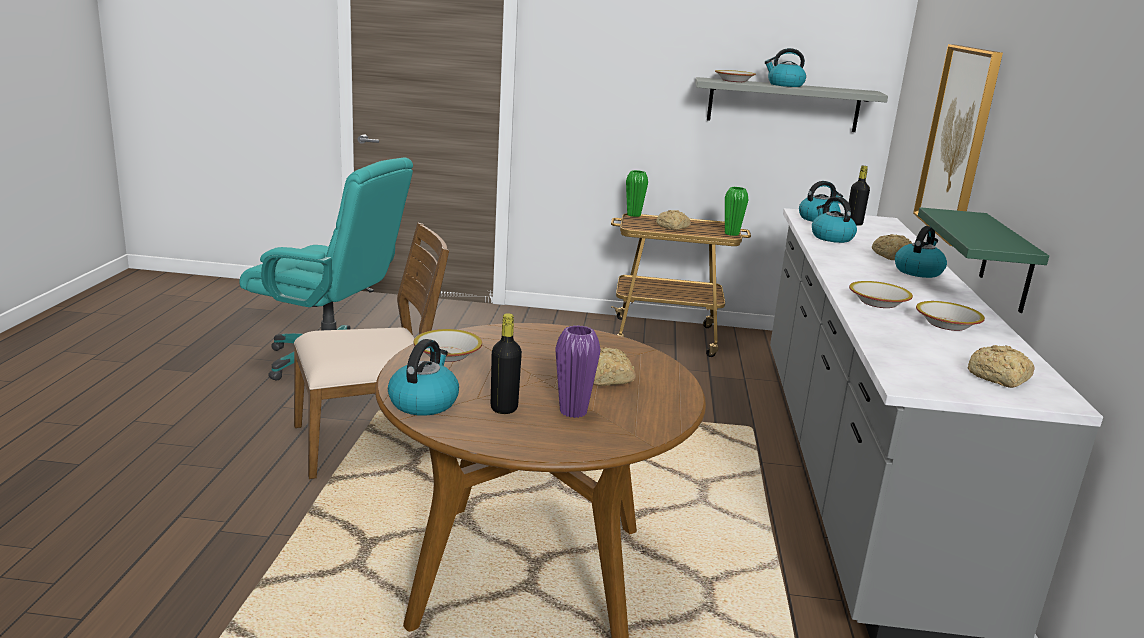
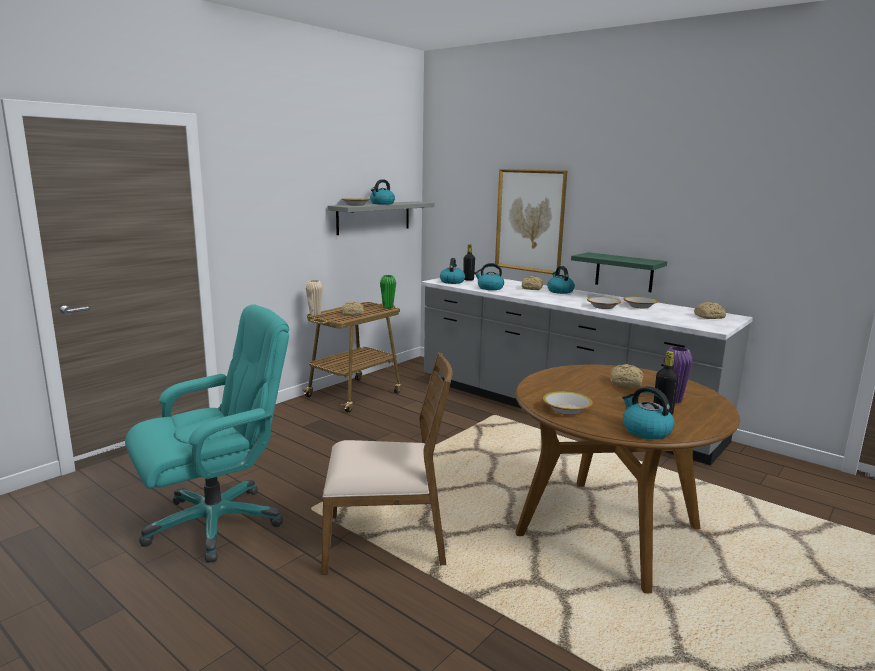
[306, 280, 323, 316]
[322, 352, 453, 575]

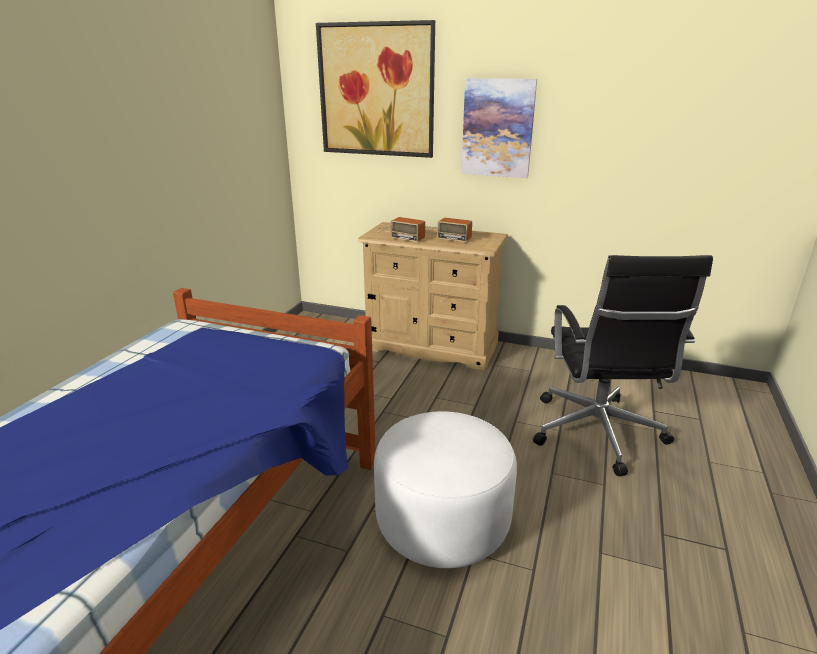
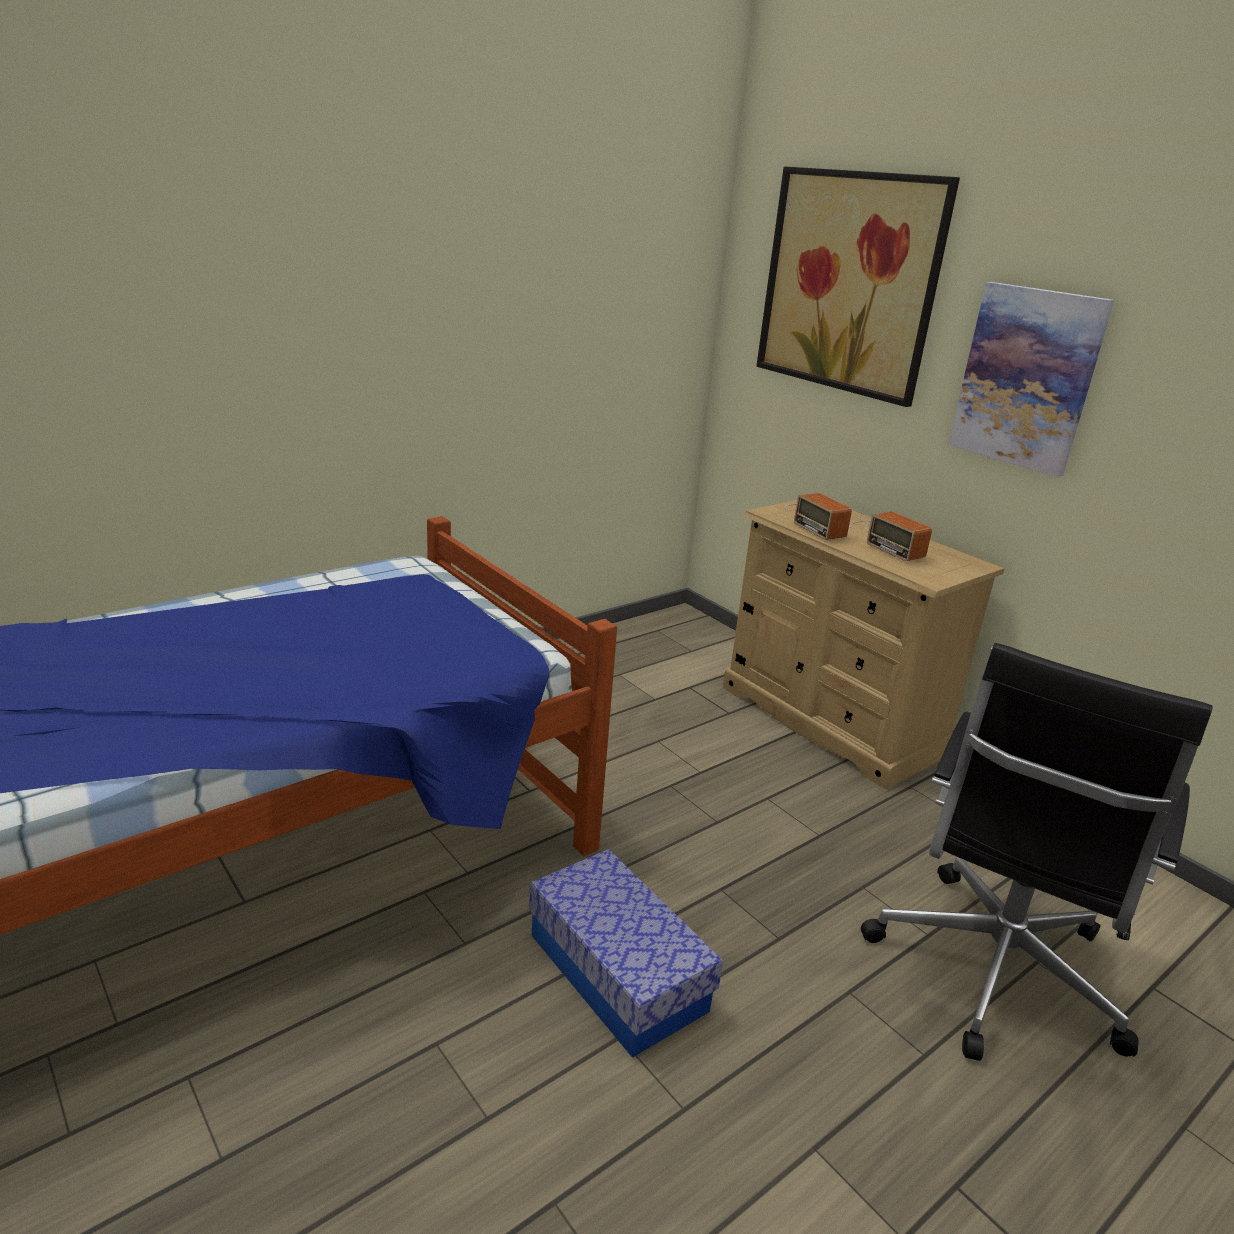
[529, 849, 723, 1058]

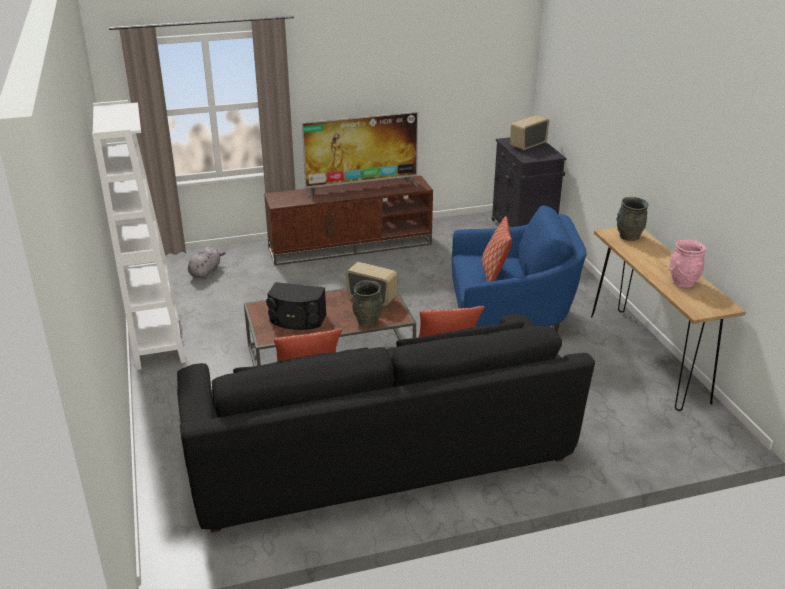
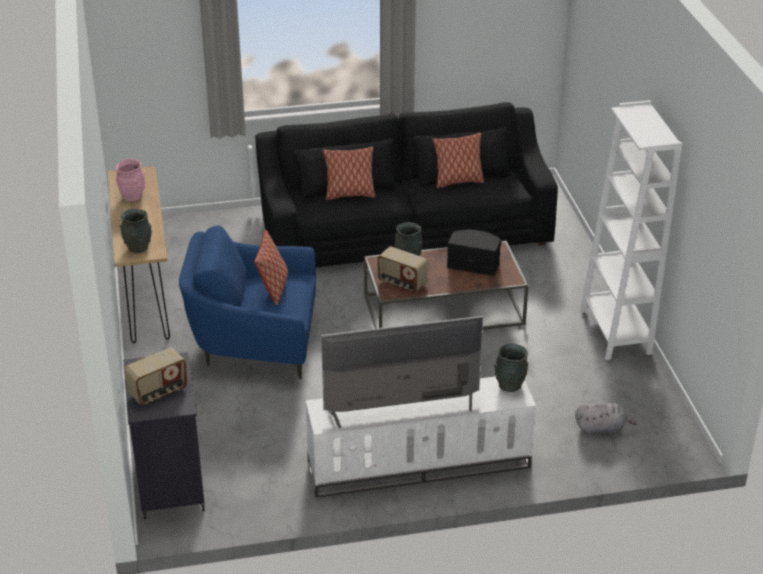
[305, 376, 536, 498]
[575, 402, 637, 435]
[494, 343, 529, 392]

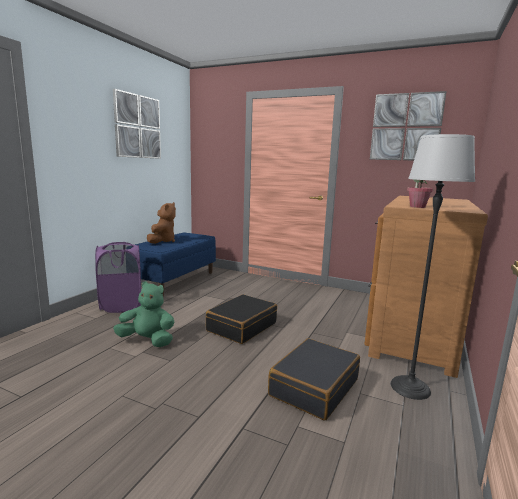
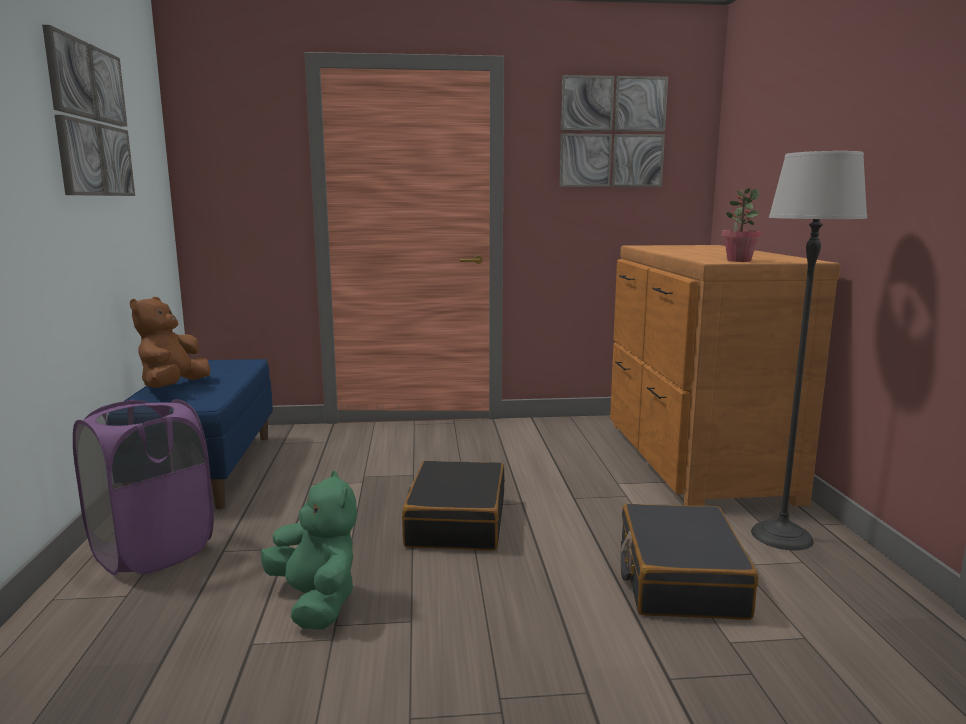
[130, 297, 210, 388]
[261, 470, 357, 630]

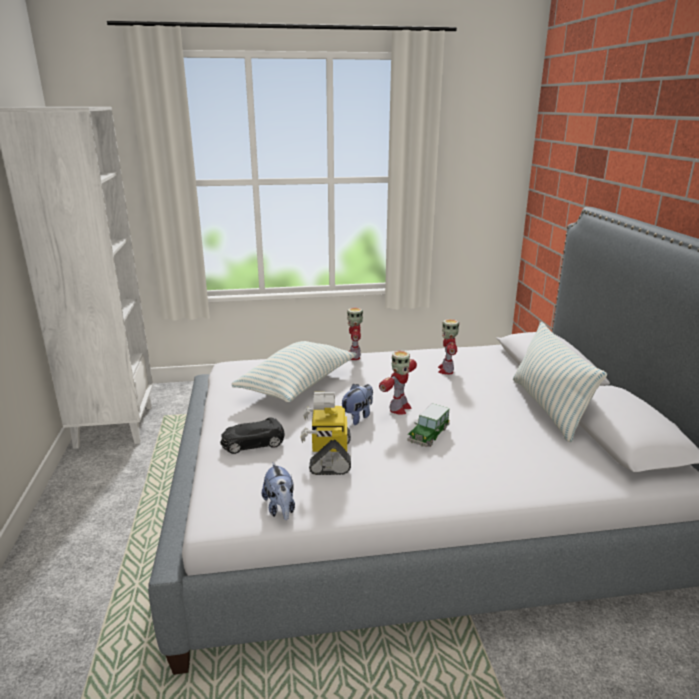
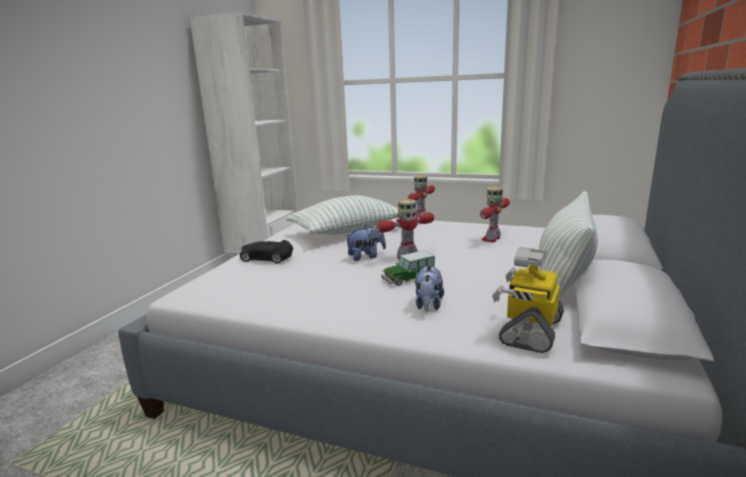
[492, 247, 564, 353]
[415, 264, 444, 312]

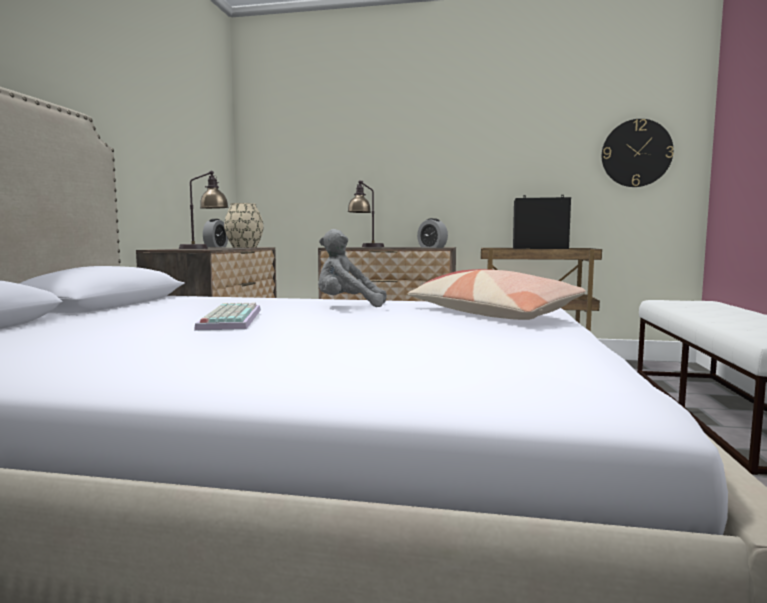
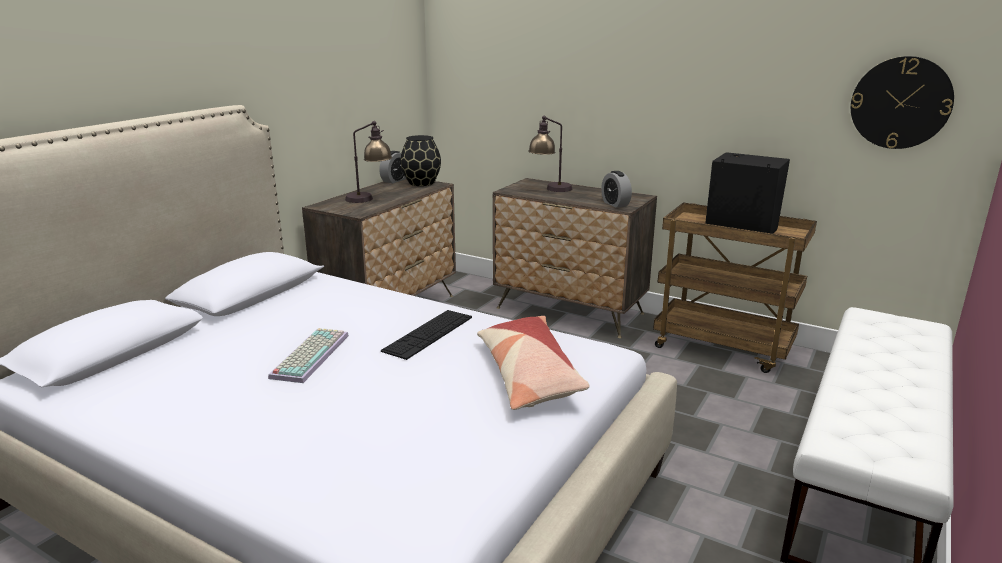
[400, 135, 441, 186]
[381, 310, 472, 360]

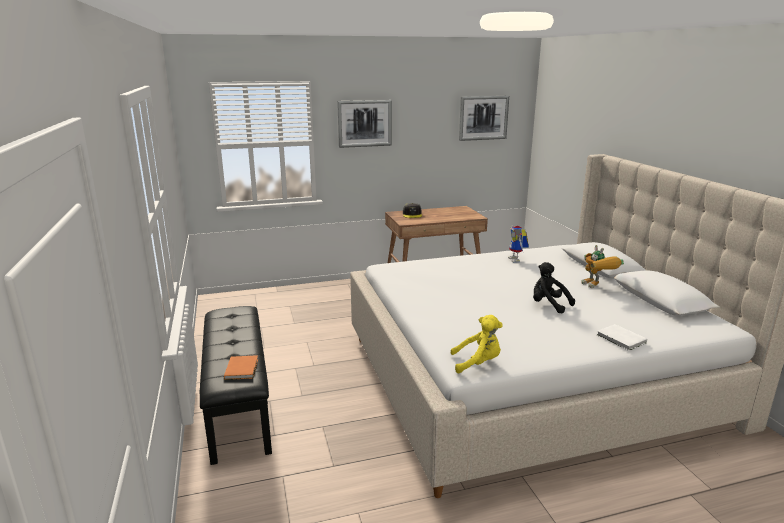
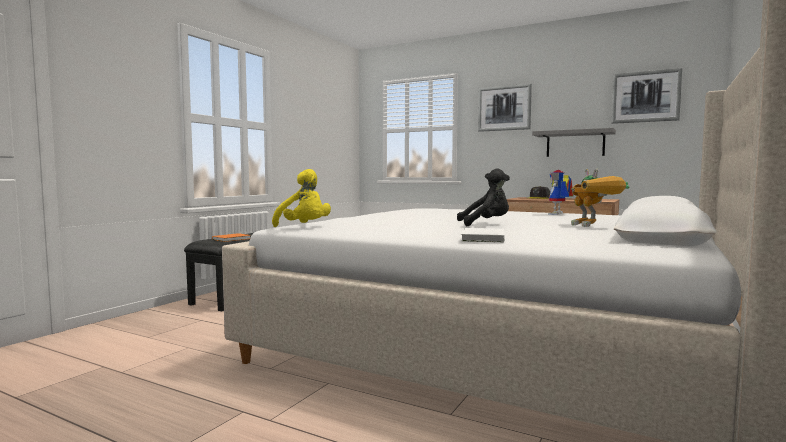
[571, 169, 629, 227]
[457, 168, 510, 226]
[532, 128, 616, 157]

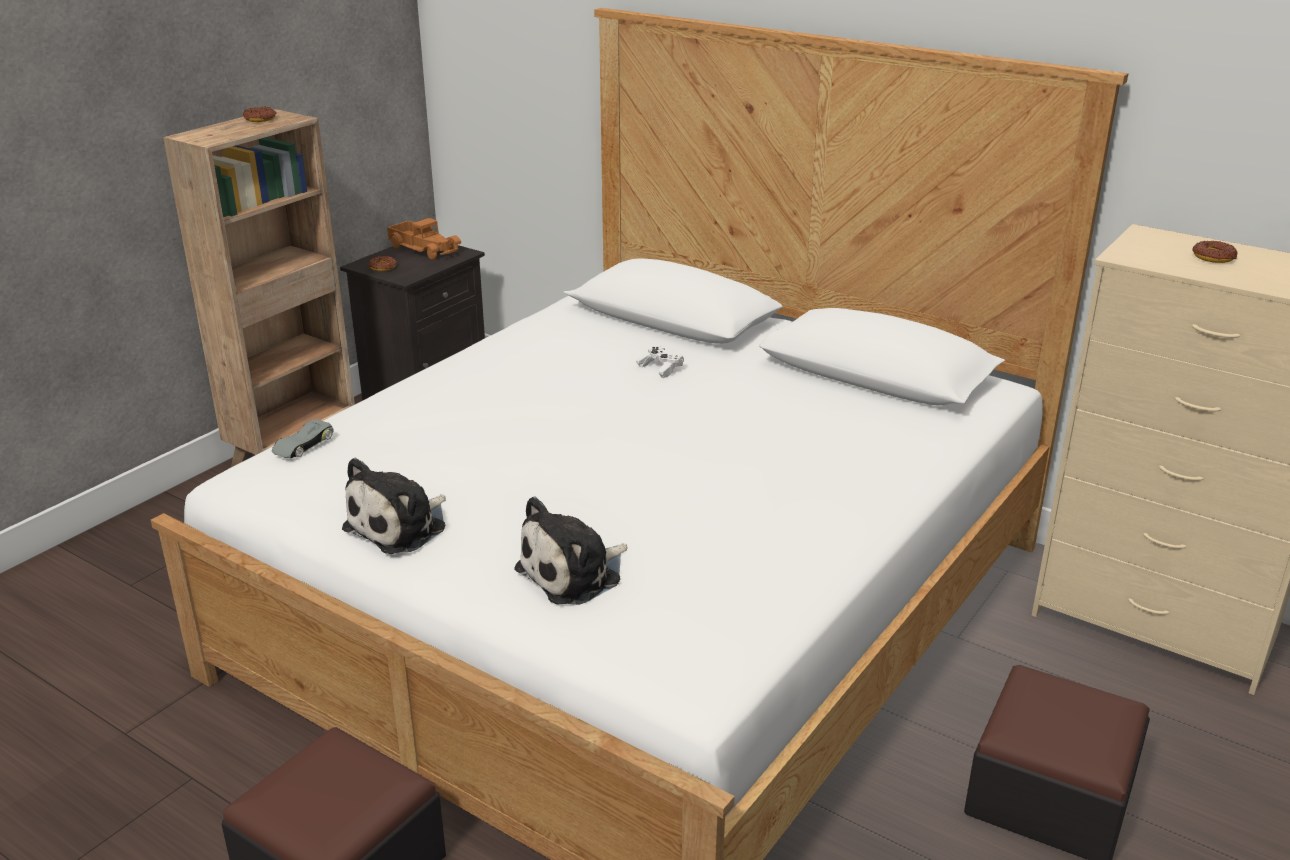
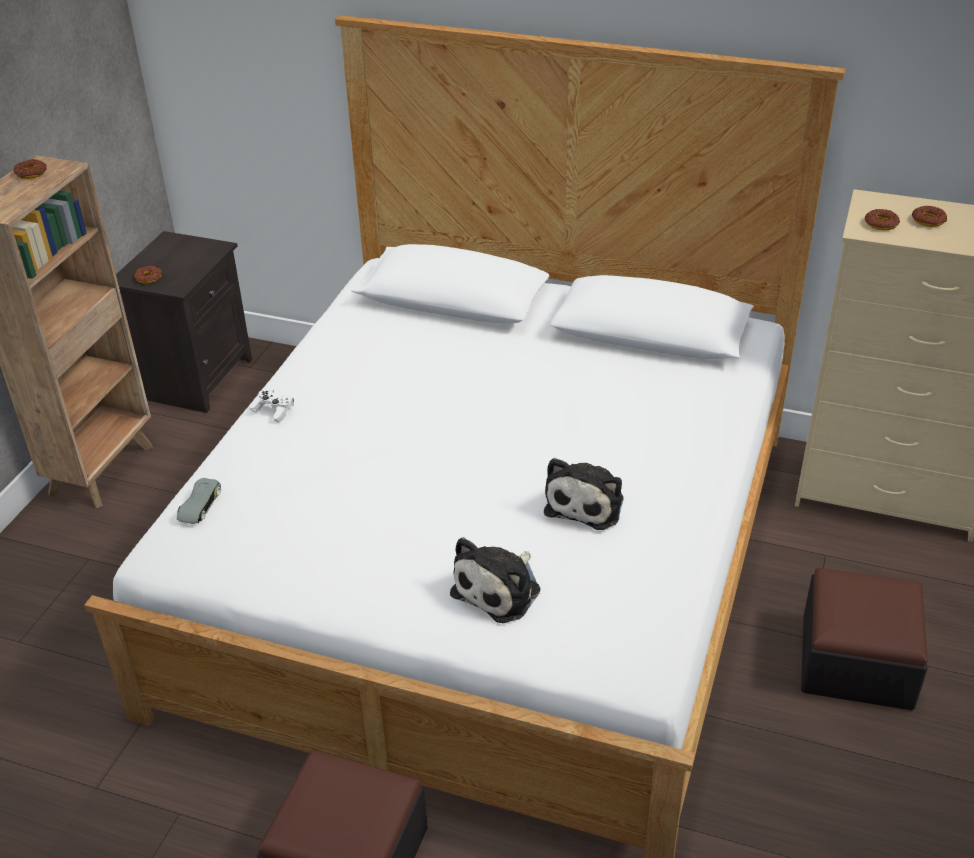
[387, 218, 461, 260] (first image)
[250, 388, 294, 423]
[544, 458, 624, 530]
[865, 209, 900, 230]

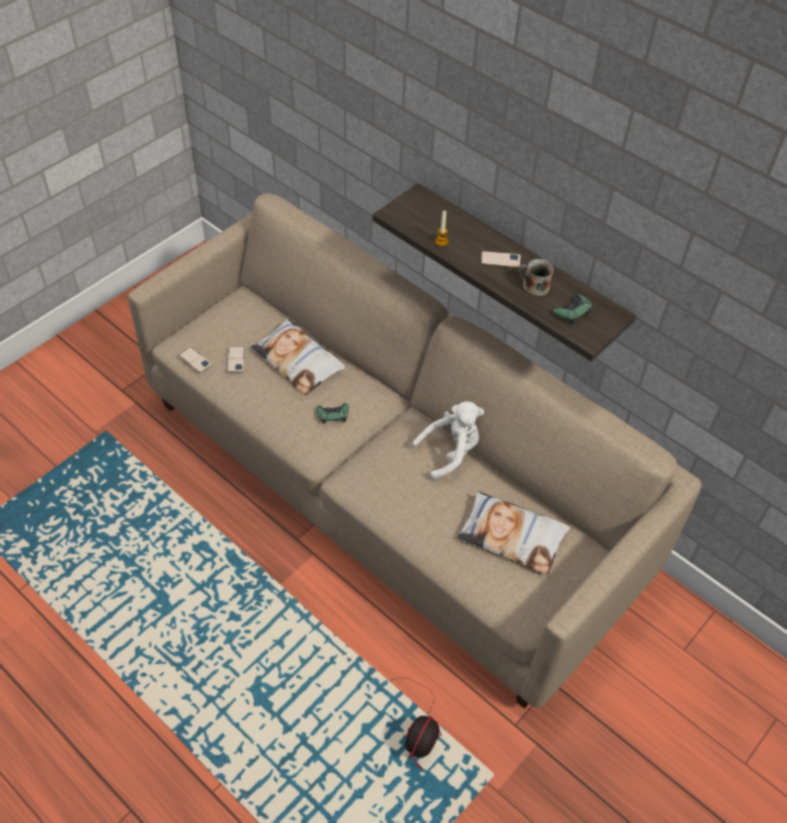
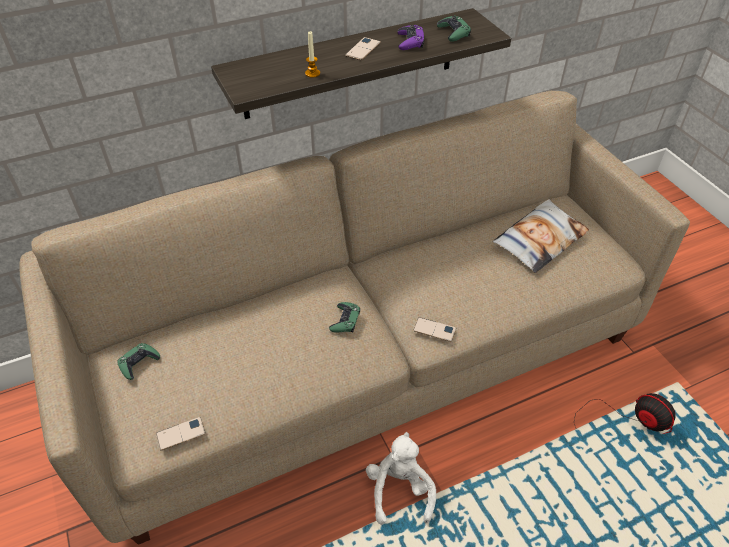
[397, 25, 424, 50]
[251, 318, 345, 395] (first image)
[413, 317, 456, 342]
[366, 432, 436, 525]
[117, 343, 160, 380]

